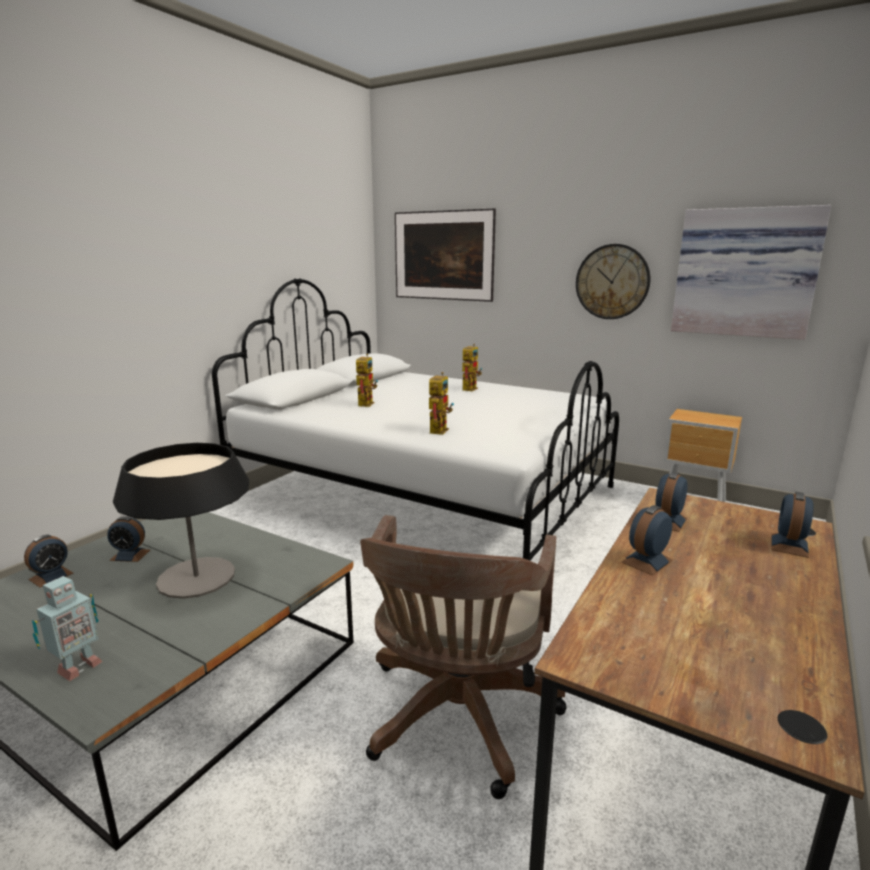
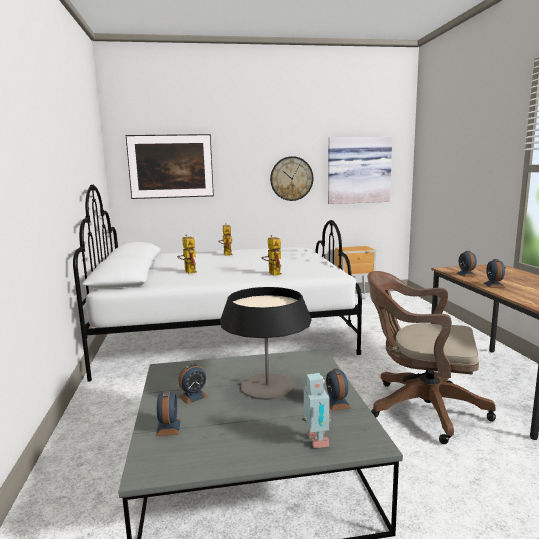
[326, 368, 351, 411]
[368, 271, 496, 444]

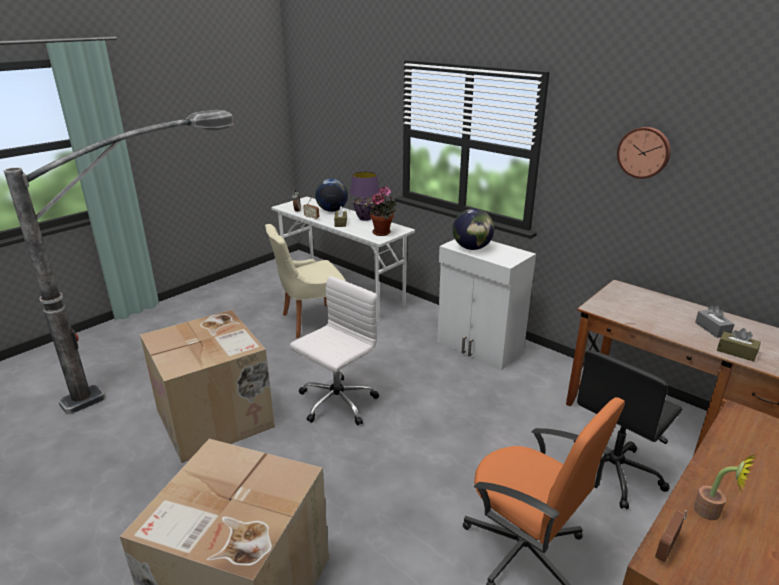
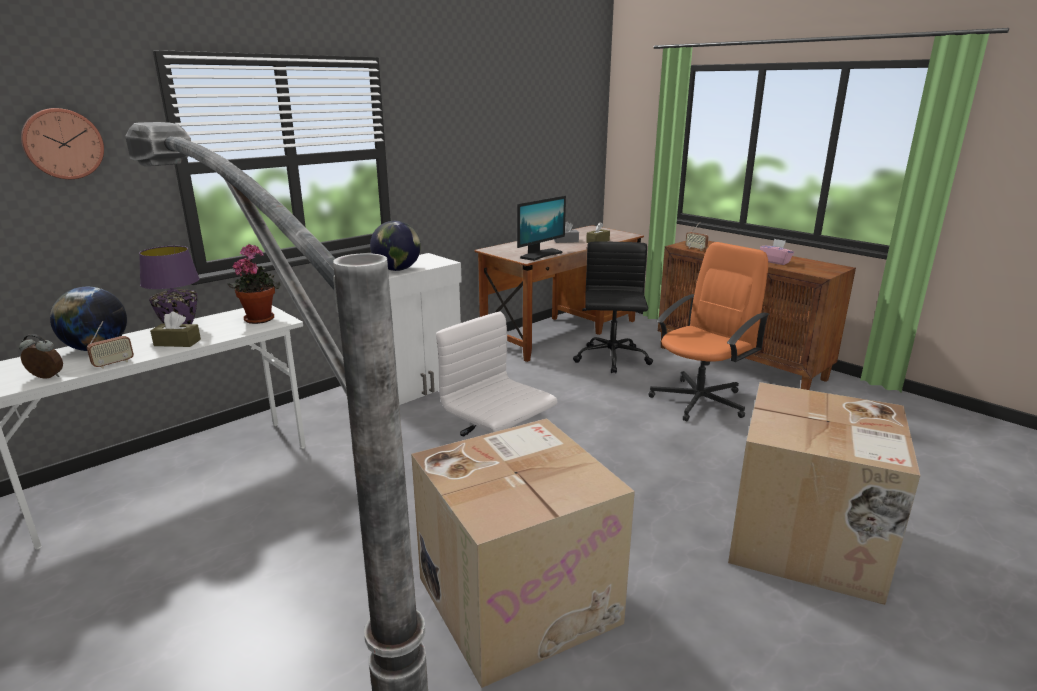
[21, 108, 104, 179]
[265, 224, 345, 338] (first image)
[573, 241, 653, 373]
[760, 239, 794, 265]
[685, 221, 709, 251]
[517, 196, 566, 261]

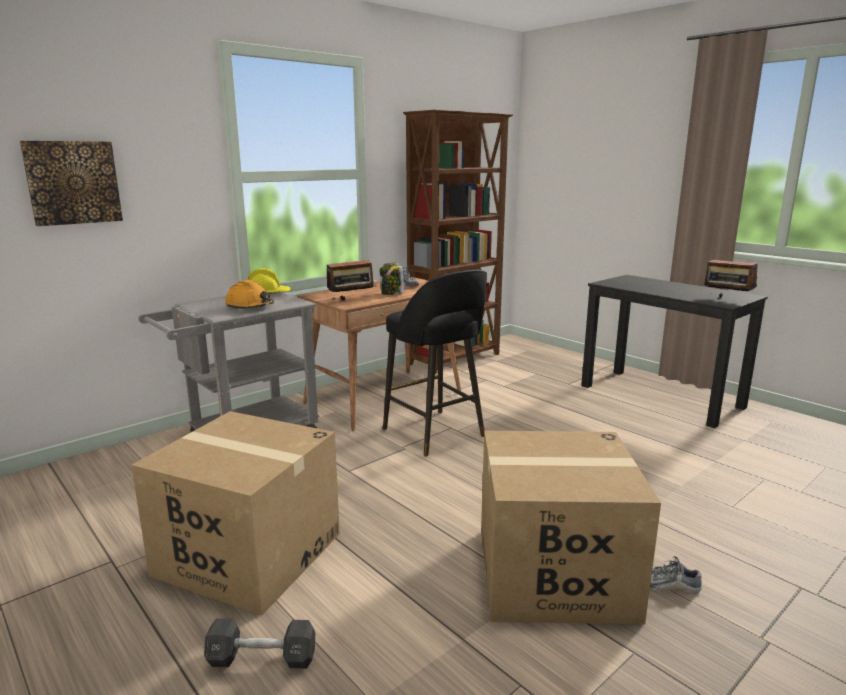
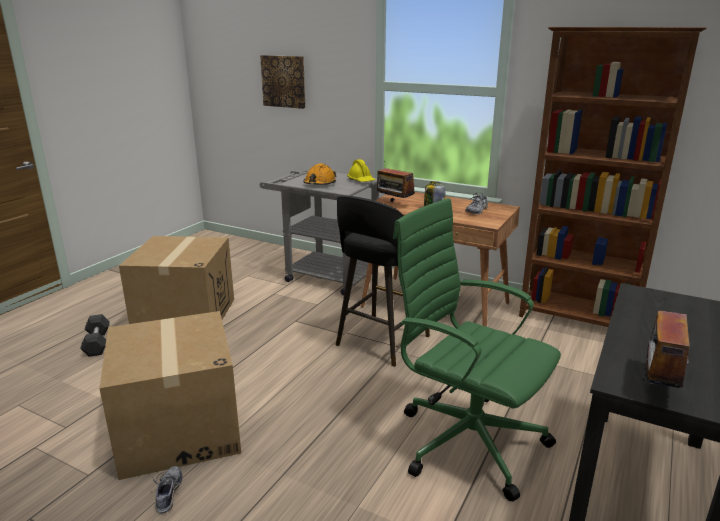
[393, 198, 561, 502]

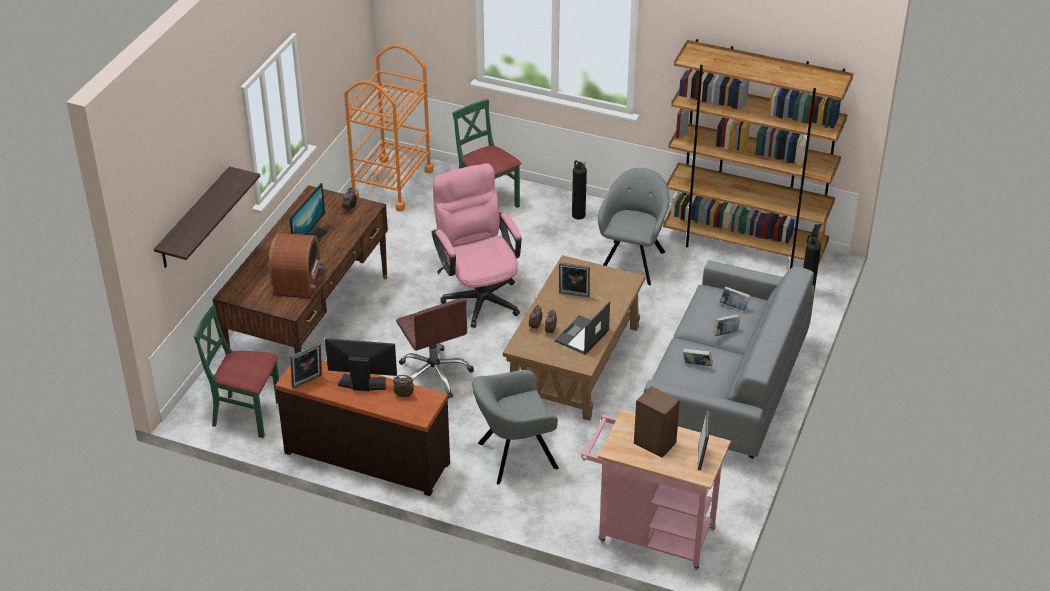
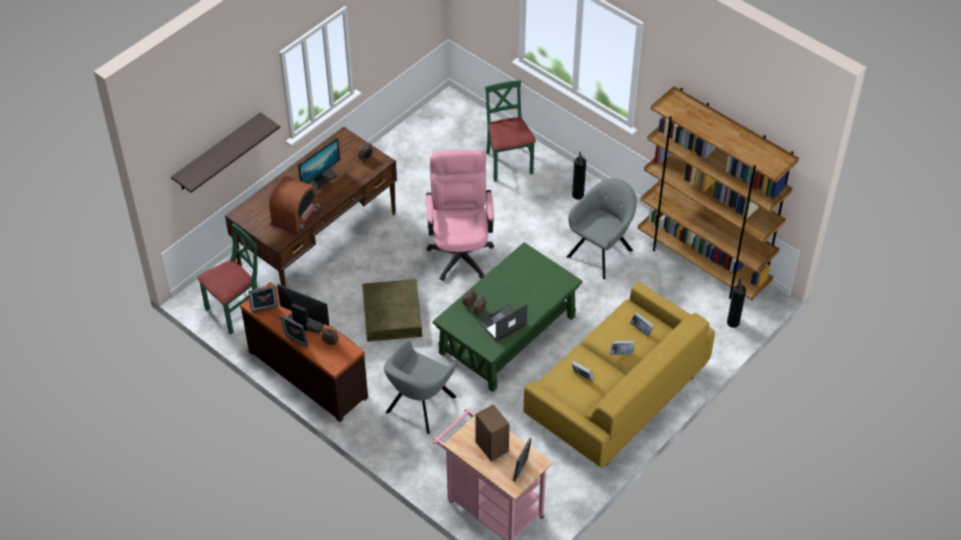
[344, 44, 434, 212] (first image)
[433, 242, 582, 392]
[523, 282, 715, 467]
[280, 314, 308, 347]
[362, 279, 422, 342]
[197, 223, 258, 335]
[384, 340, 457, 434]

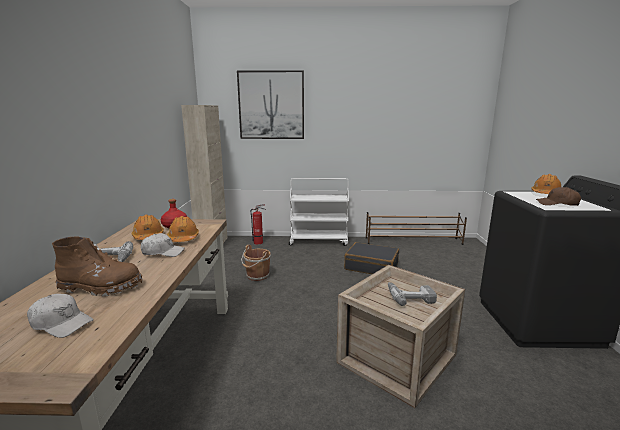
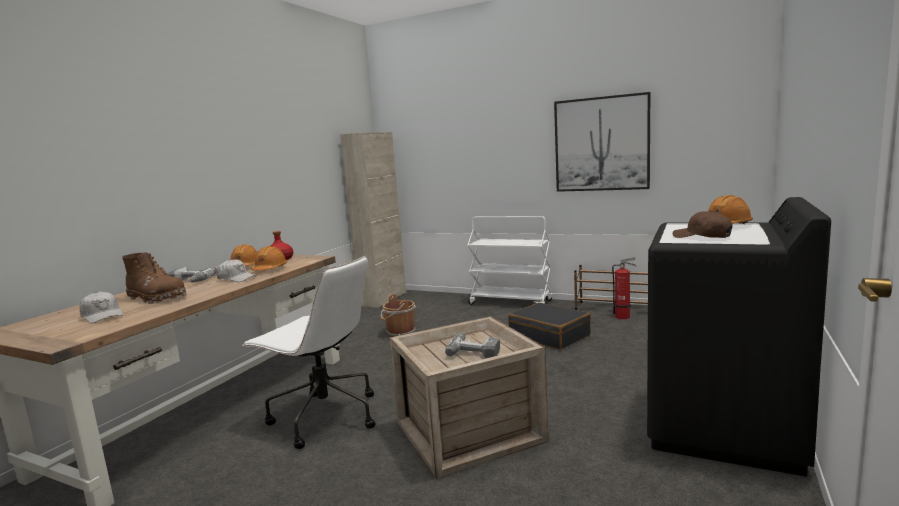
[554, 92, 650, 192]
[612, 257, 636, 319]
[242, 256, 376, 449]

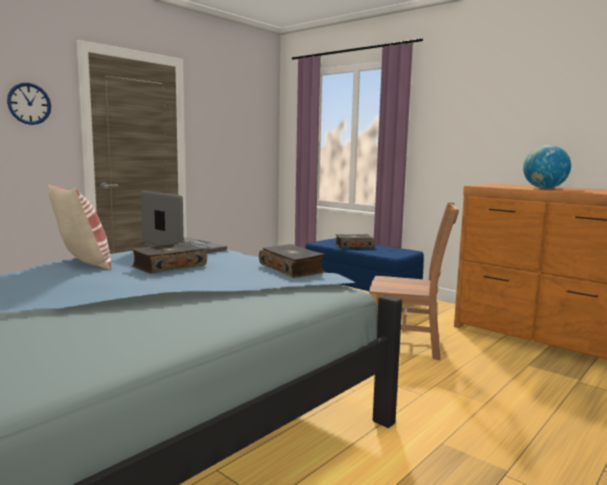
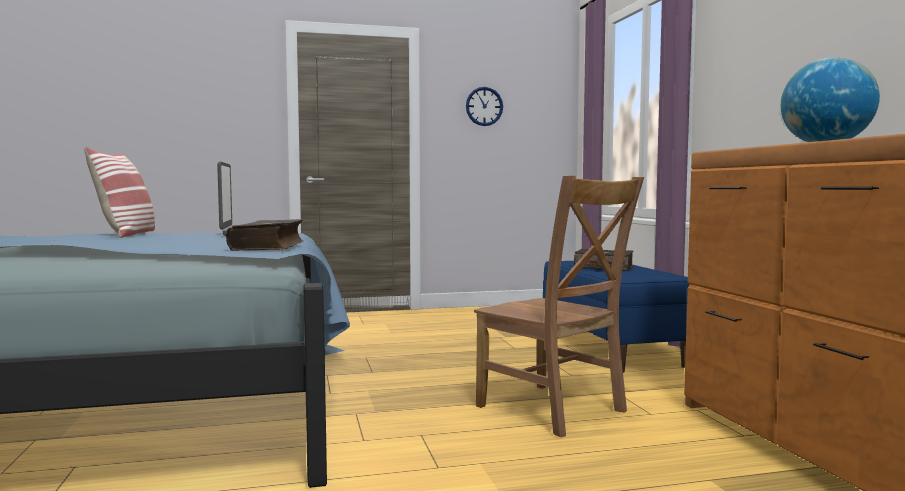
[466, 87, 503, 126]
[131, 242, 207, 274] (first image)

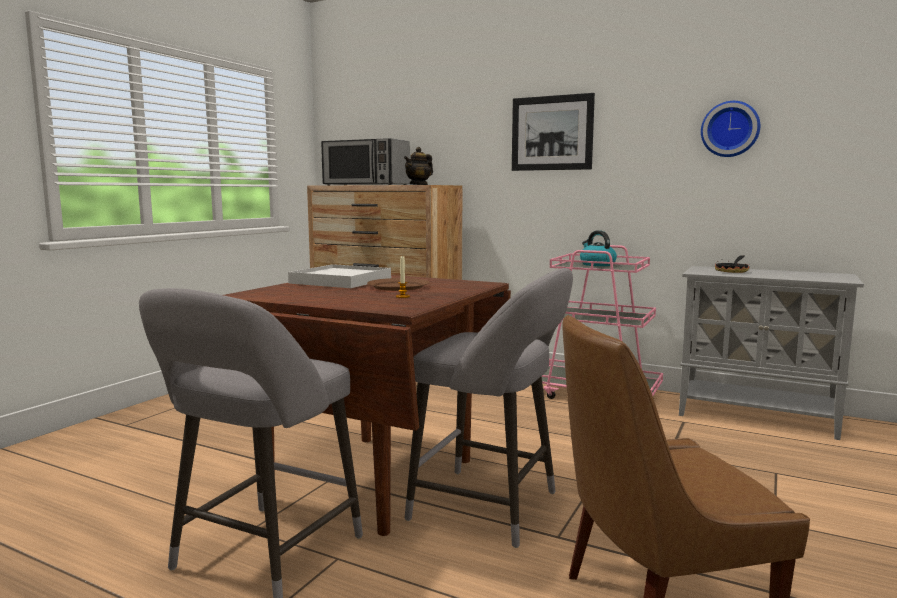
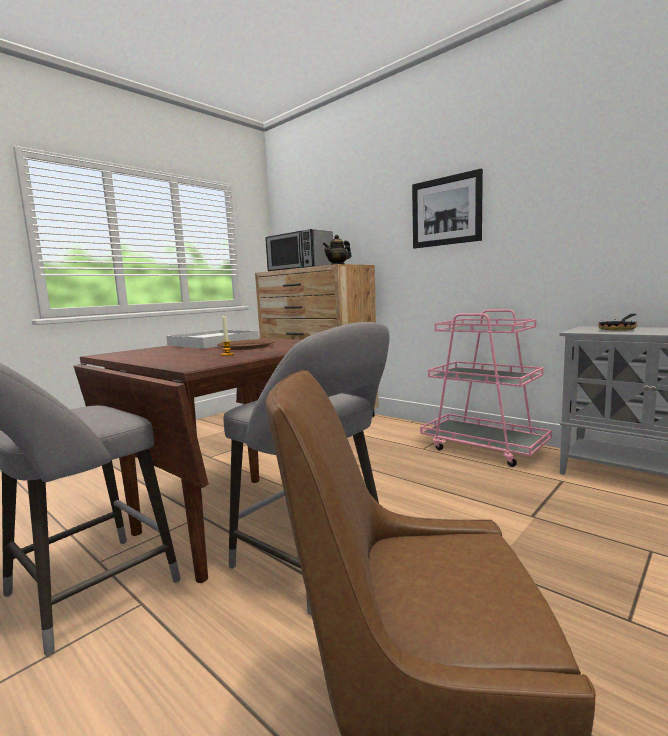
[701, 101, 760, 157] (first image)
[580, 230, 617, 266] (first image)

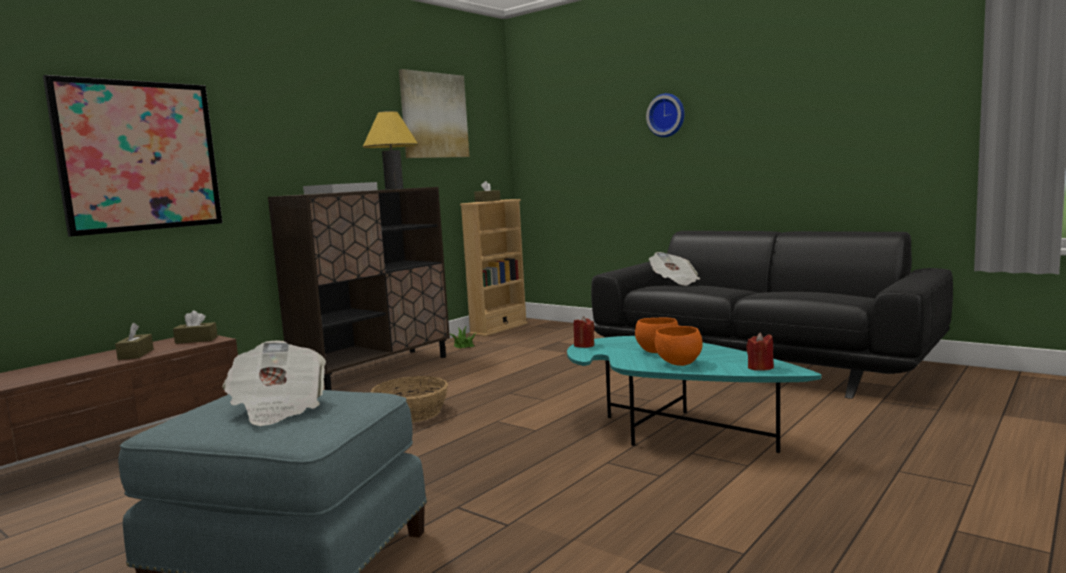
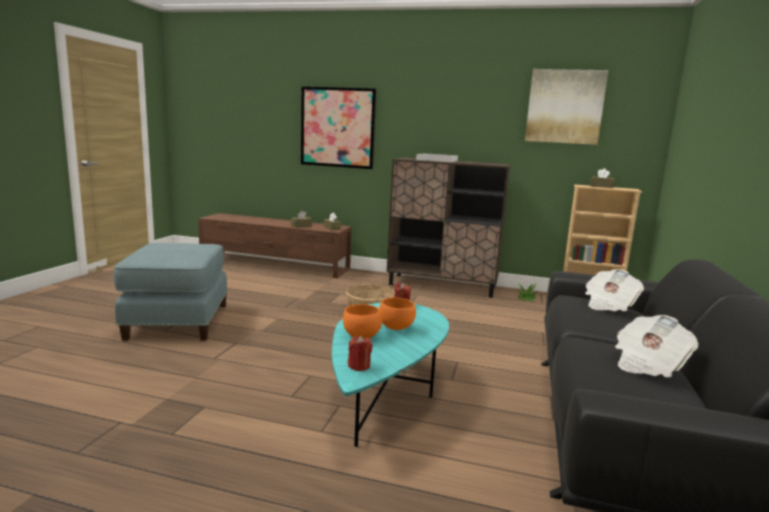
[646, 93, 685, 137] (first image)
[363, 111, 418, 189] (first image)
[615, 315, 698, 377]

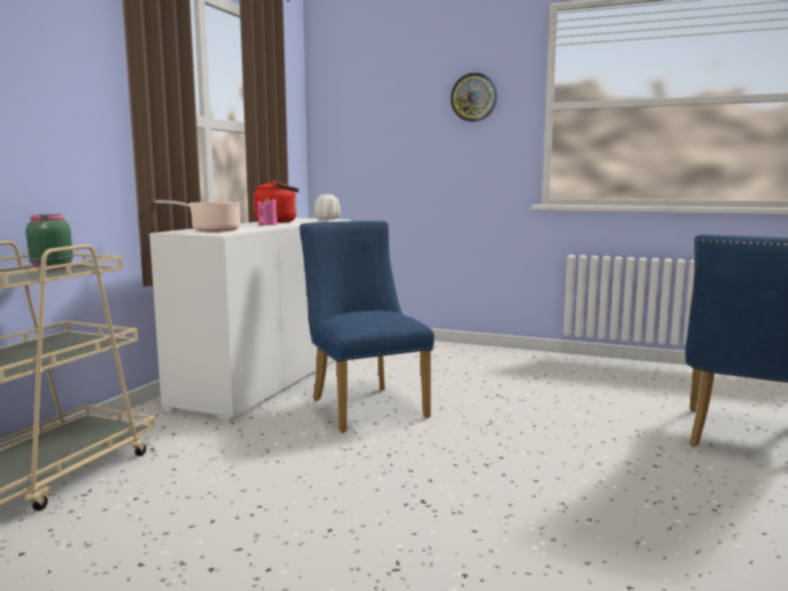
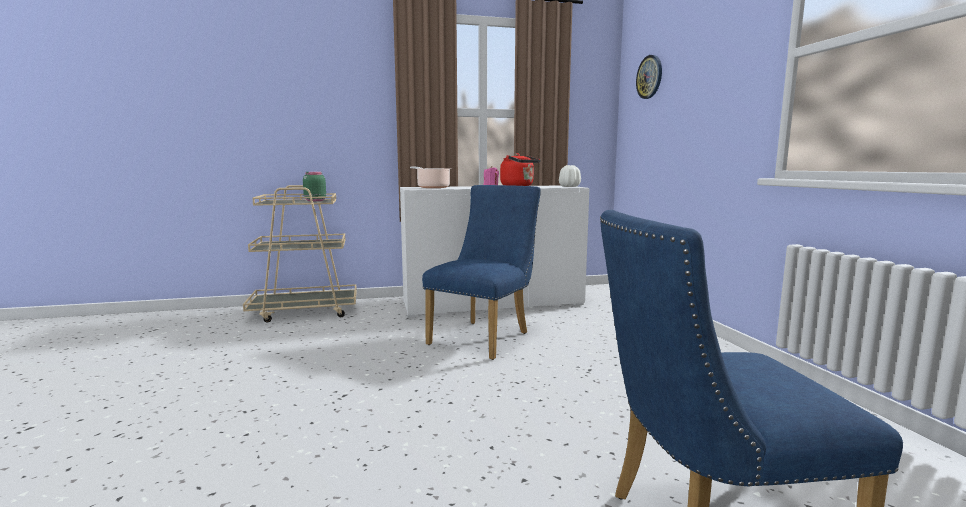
[636, 55, 662, 99]

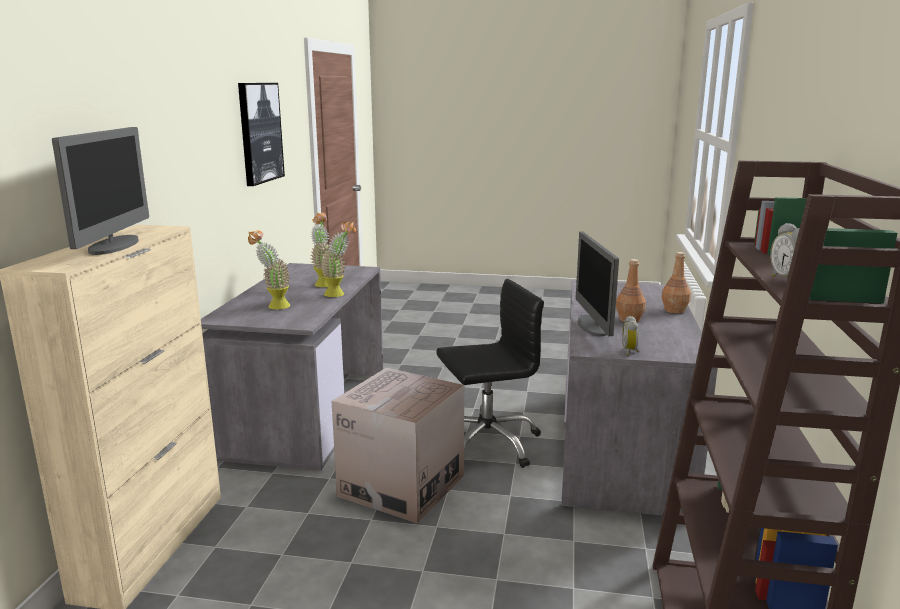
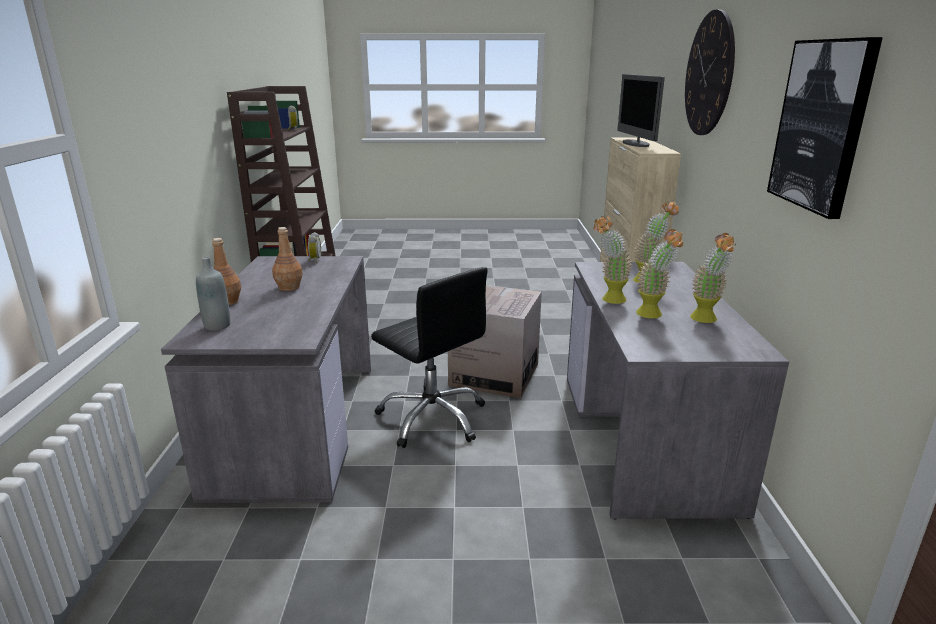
[576, 232, 619, 336] (first image)
[371, 267, 488, 448]
[685, 9, 735, 135]
[690, 233, 736, 323]
[196, 257, 230, 331]

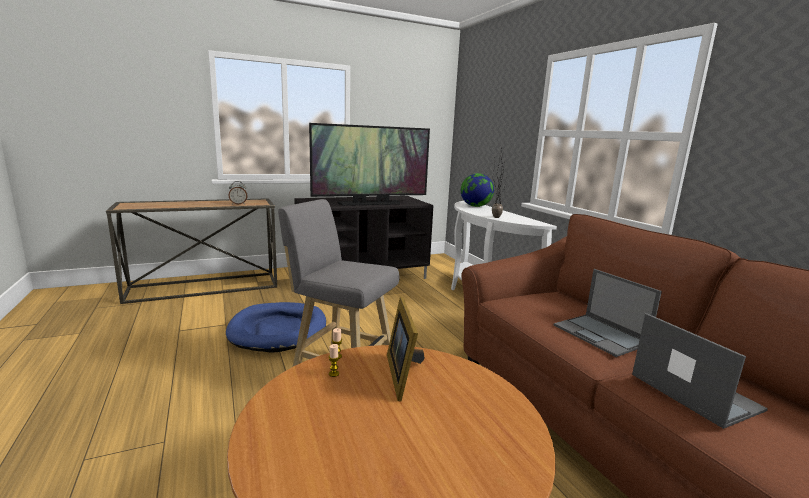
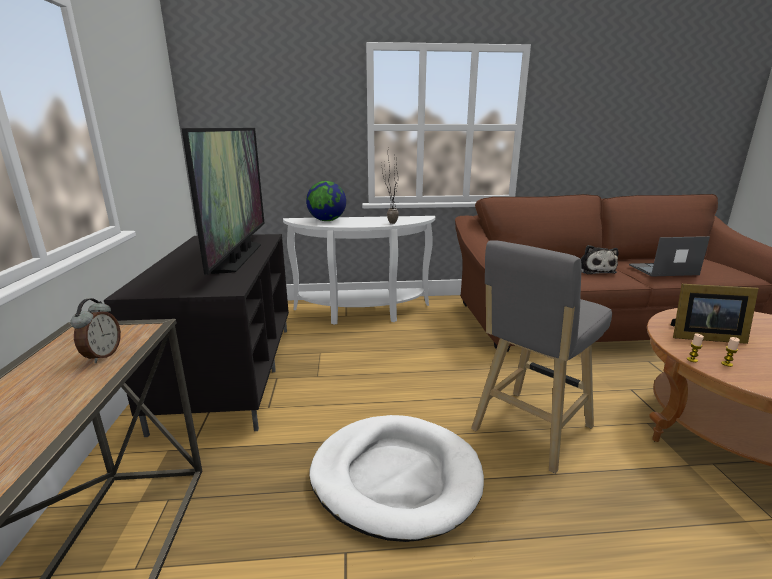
[581, 245, 618, 274]
[309, 415, 484, 542]

